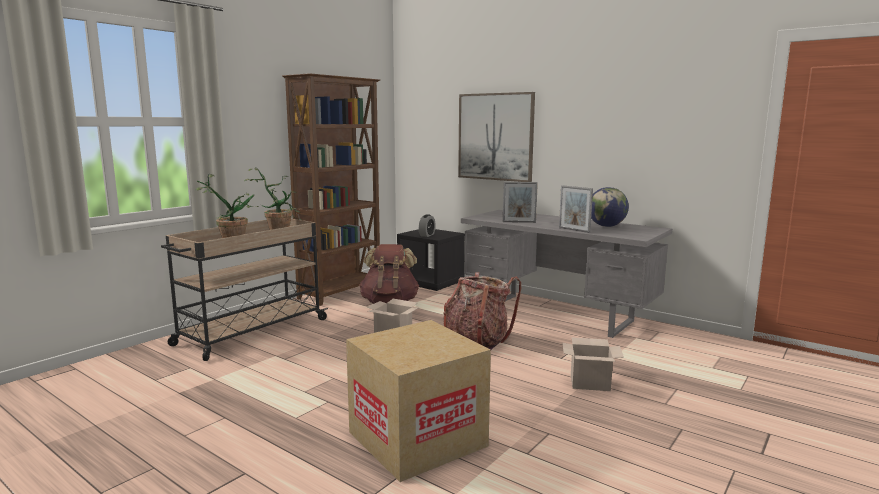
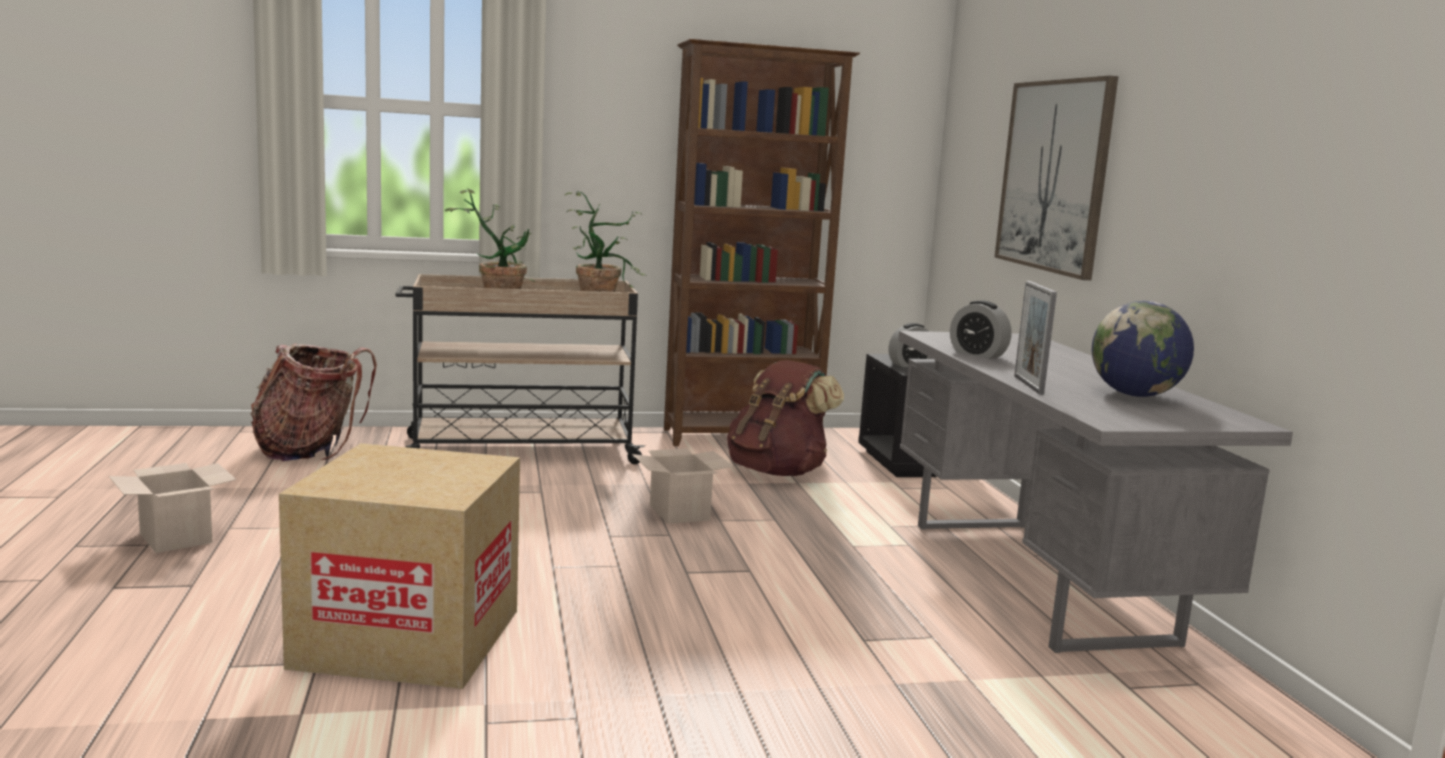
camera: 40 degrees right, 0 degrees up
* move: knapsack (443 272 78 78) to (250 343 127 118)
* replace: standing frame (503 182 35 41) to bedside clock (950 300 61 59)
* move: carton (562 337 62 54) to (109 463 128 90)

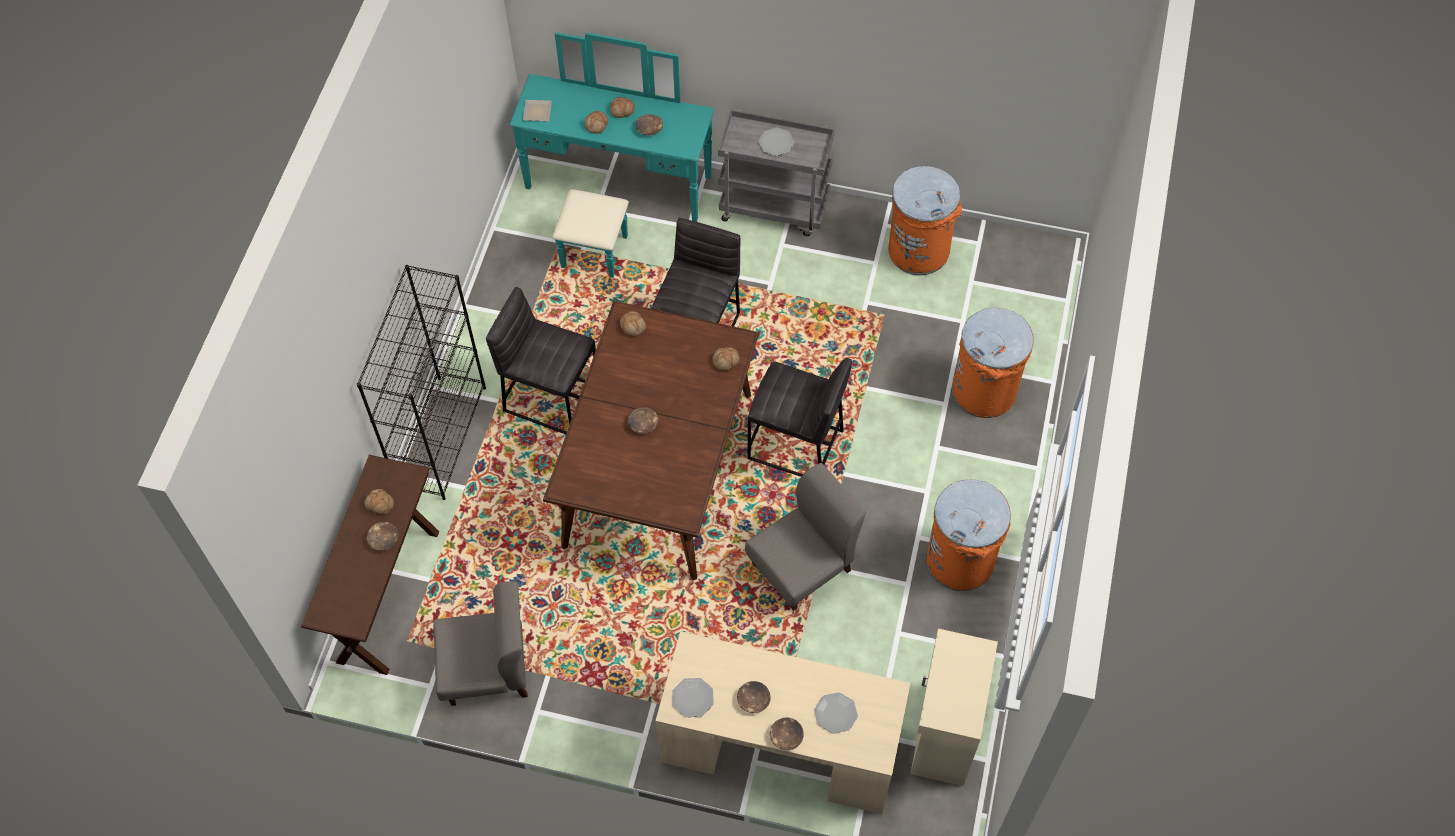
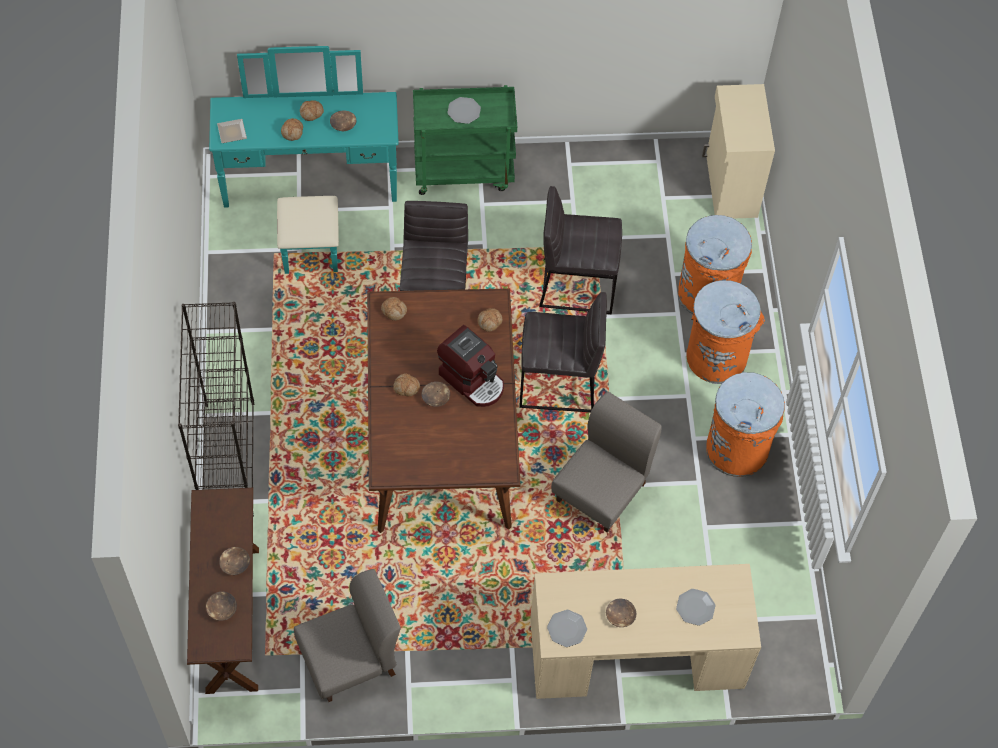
camera: 20 degrees left, 0 degrees up
* move: bakery bread (364 489 30 26) to (393 373 27 23)
* move: stool seat (gray) (486 287 110 147) to (539 186 83 128)
* recolor: wheeled cart (gray) (718 109 117 127) to wheeled cart (greenish) (413 85 104 110)
* move: serving bowl (brownish) (770 718 34 32) to (206 592 31 29)
* move: trash can (orange-coloured) (888 166 74 110) to (686 280 79 104)
* move: cabinet (sand-coloured) (910 629 88 157) to (702 84 73 135)
* insert: coffee machine (437 325 67 82)

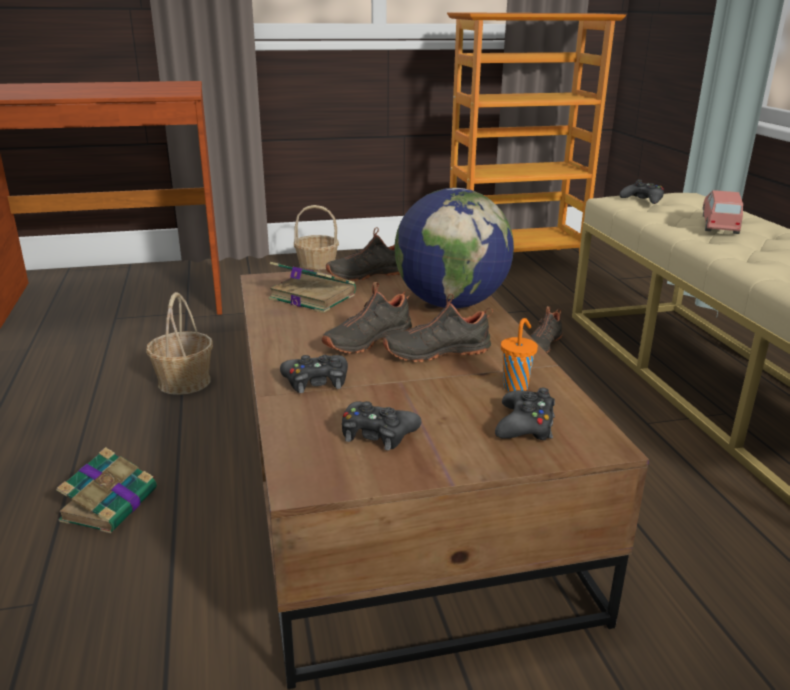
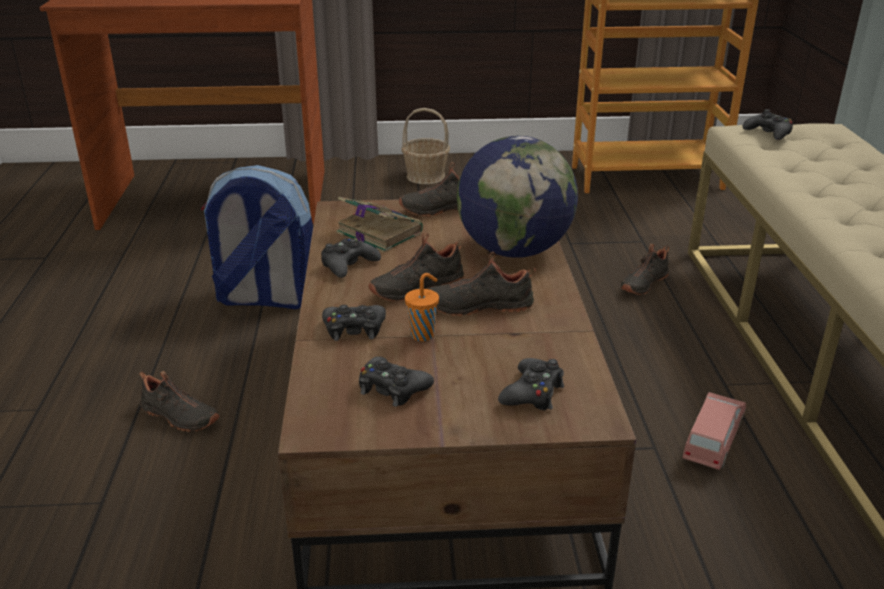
camera: 10 degrees right, 5 degrees up
* replace: volume (56 447 101 86) to low shoe (black-coloured) (139 371 81 61)
* replace: household basket (146 292 67 103) to knapsack (201 165 112 144)
* move: small cup (orange-coloured) (501 318 37 74) to (405 273 34 68)
* move: miniature car (pinkish) (702 190 41 44) to (683 392 63 78)
* insert: game controller (black-coloured) (321 237 60 41)

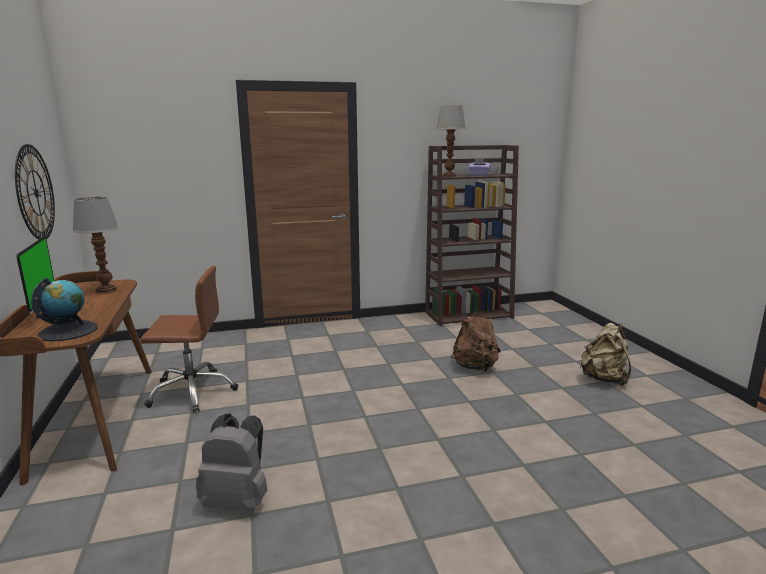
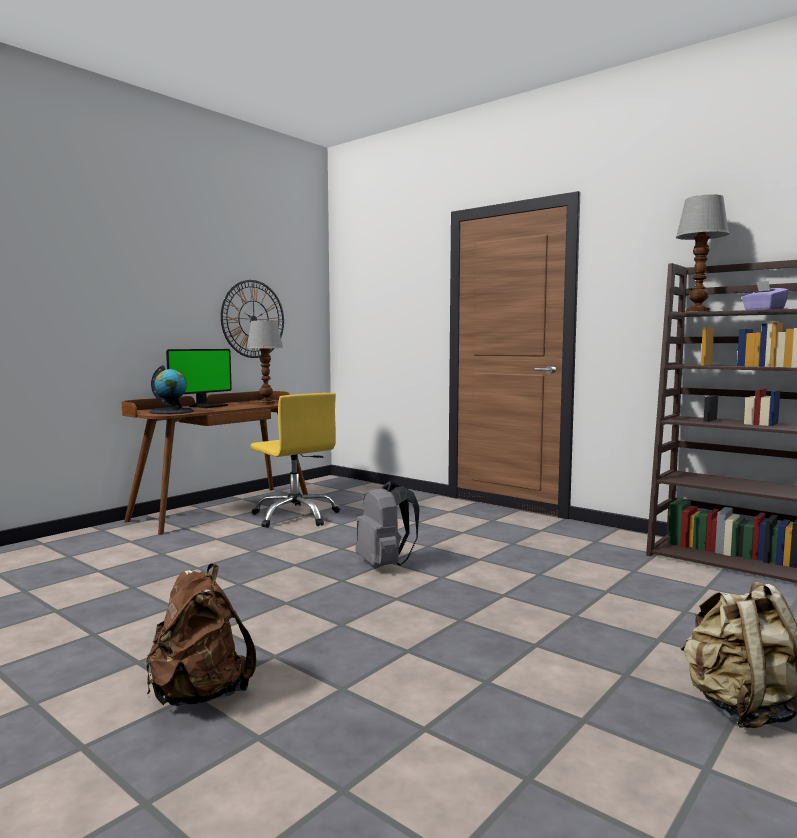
camera: 55 degrees right, 10 degrees down
* recolor: computer chair (brownish) (140 266 99 147) to computer chair (yellow-coloured) (251 393 89 135)
* move: knapsack (gray) (196 413 71 99) to (355 481 65 86)
* move: knapsack (brownish) (451 310 50 62) to (146 564 110 142)

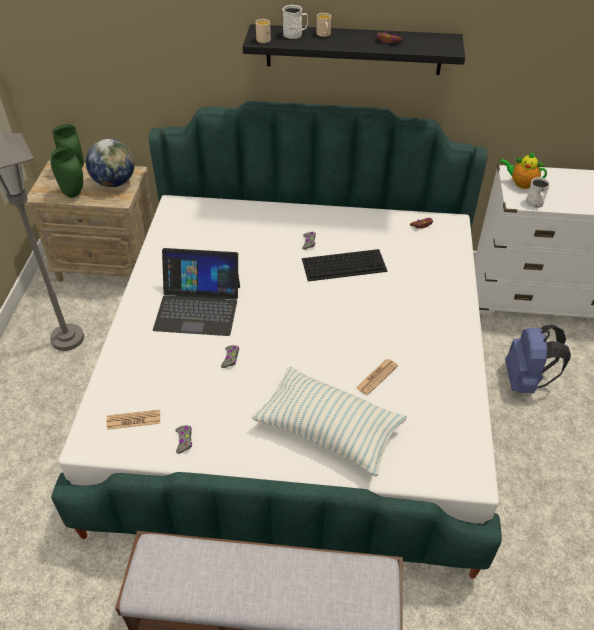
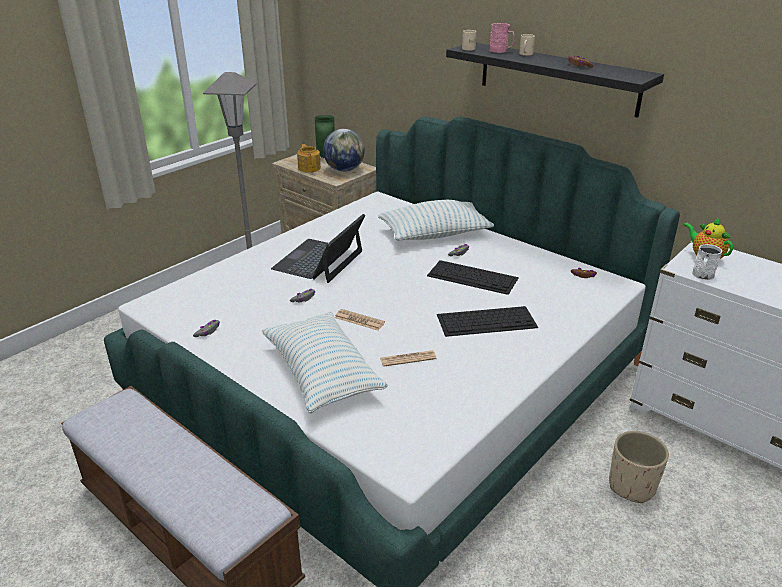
camera: 35 degrees right, 15 degrees down
* replace: decorative vase (greenish) (51 147 32 51) to teapot (297 144 24 28)
* move: printed paper (106 410 54 20) to (335 309 50 21)
* rotate: notebook computer (153 248 87 88) = (271 214 94 69) 75 degrees clockwise
* recolor: coffee mug (whitish) (283 5 25 34) to coffee mug (pinkish) (489 23 26 30)
* replace: knapsack (blue) (505 325 66 68) to plant pot (sand-coloured) (609 431 60 72)
* insert: throw pillow (378 200 116 41)
* insert: computer keyboard (437 306 101 31)

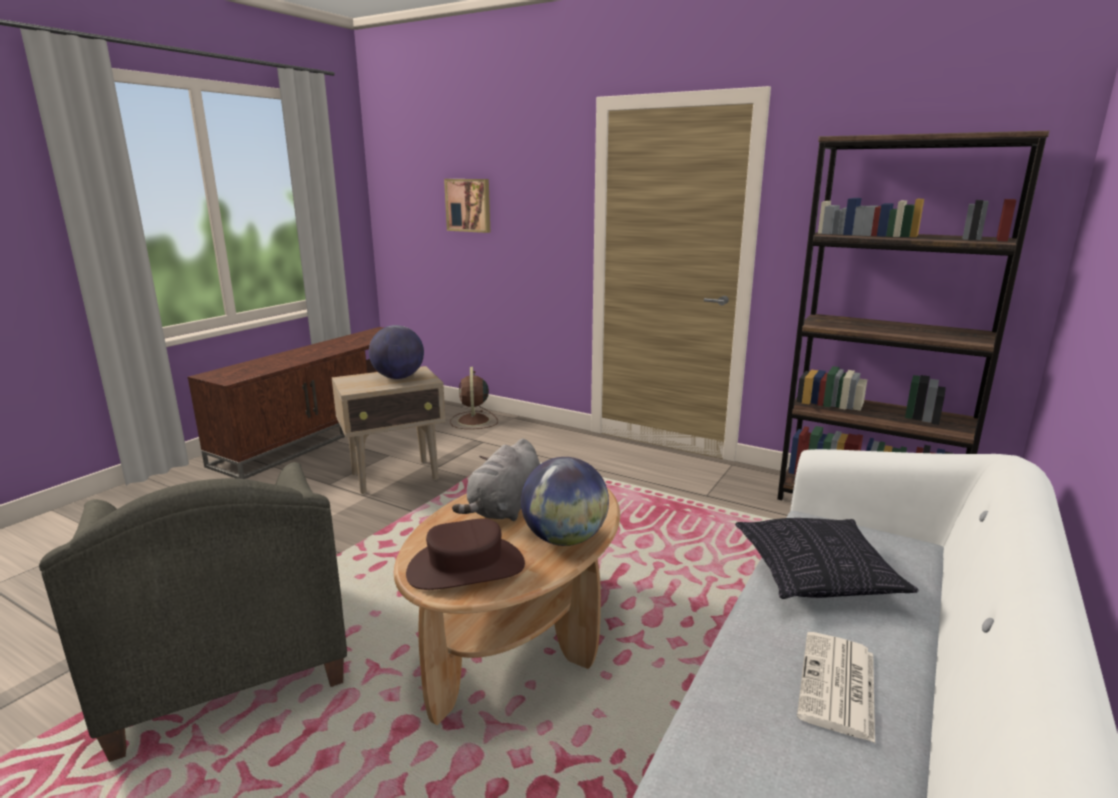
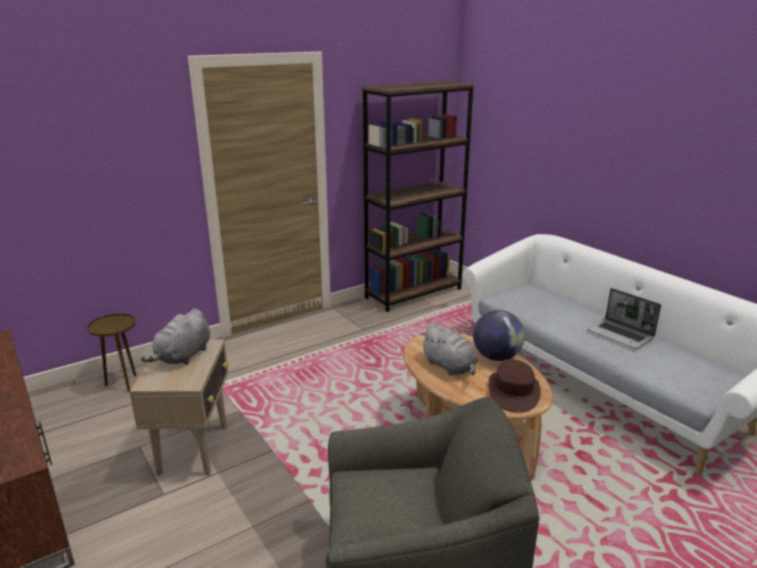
camera: 65 degrees left, 5 degrees up
* replace: desk globe (369 325 55 54) to plush toy (gray) (141 309 69 56)
* delete: wall art (444 179 46 54)
* replace: fan (brownish) (450 367 48 62) to accent table (brownish) (87 313 50 79)
* delete: throw pillow (735 518 184 81)
* replace: printed paper (797 632 78 111) to notebook computer (587 288 74 61)

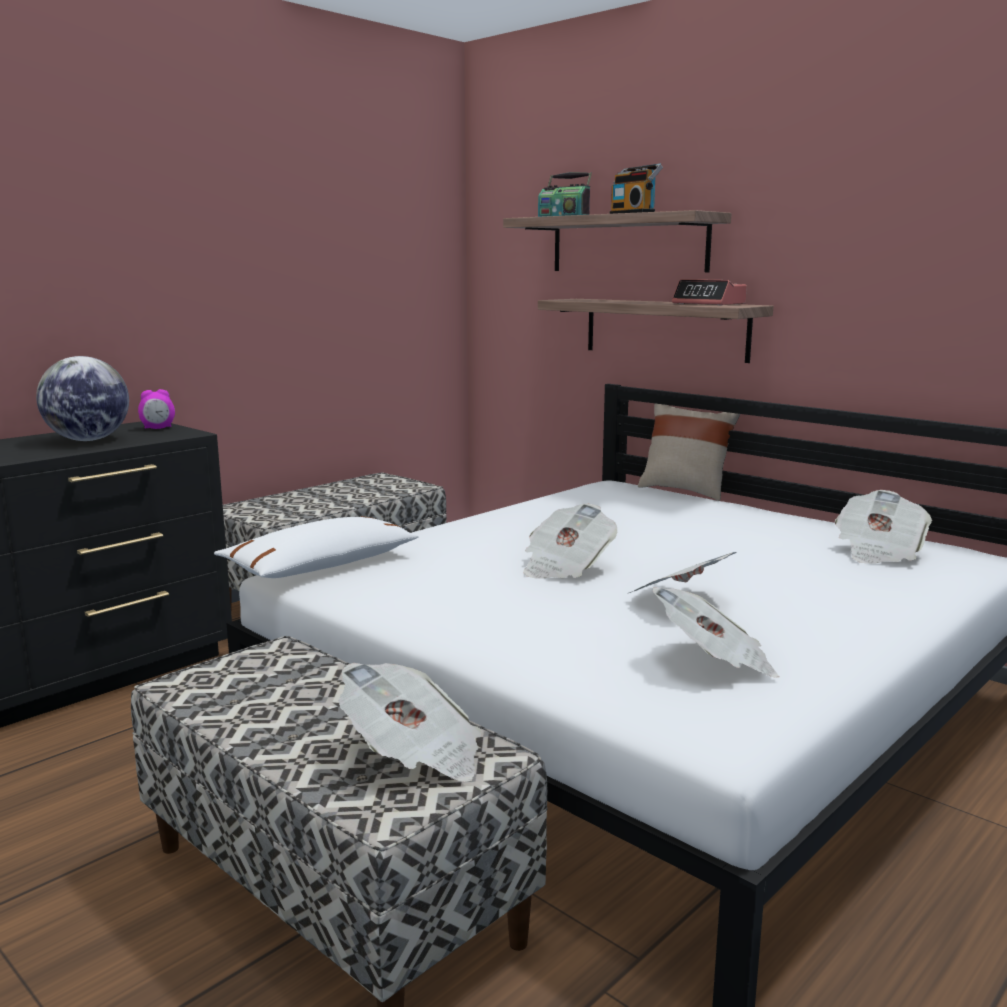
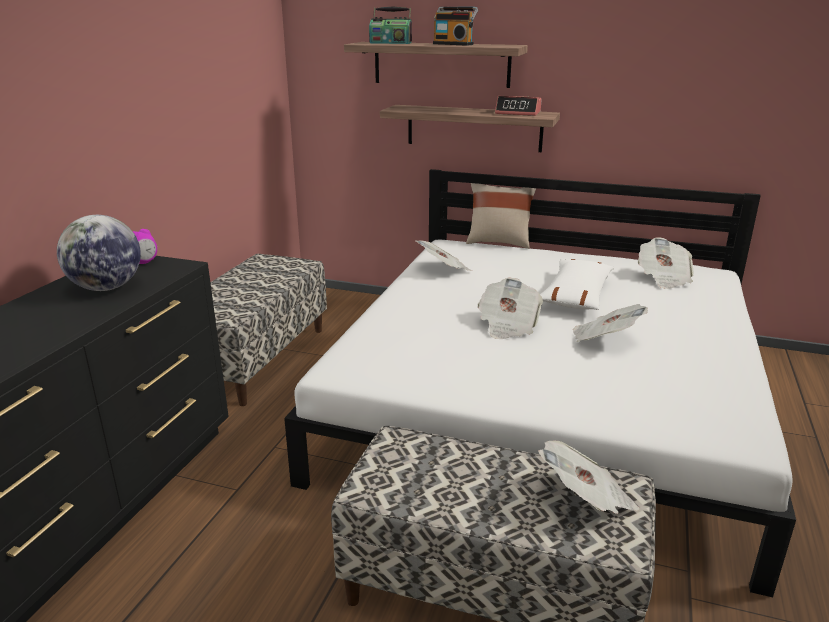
camera: 25 degrees left, 10 degrees up
* move: throw pillow (whitish) (214 516 205 62) to (540 259 75 51)
* move: printed paper (652 587 128 91) to (416 240 56 31)

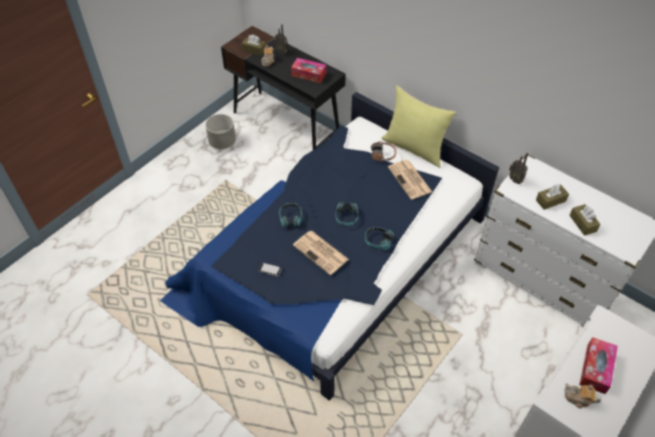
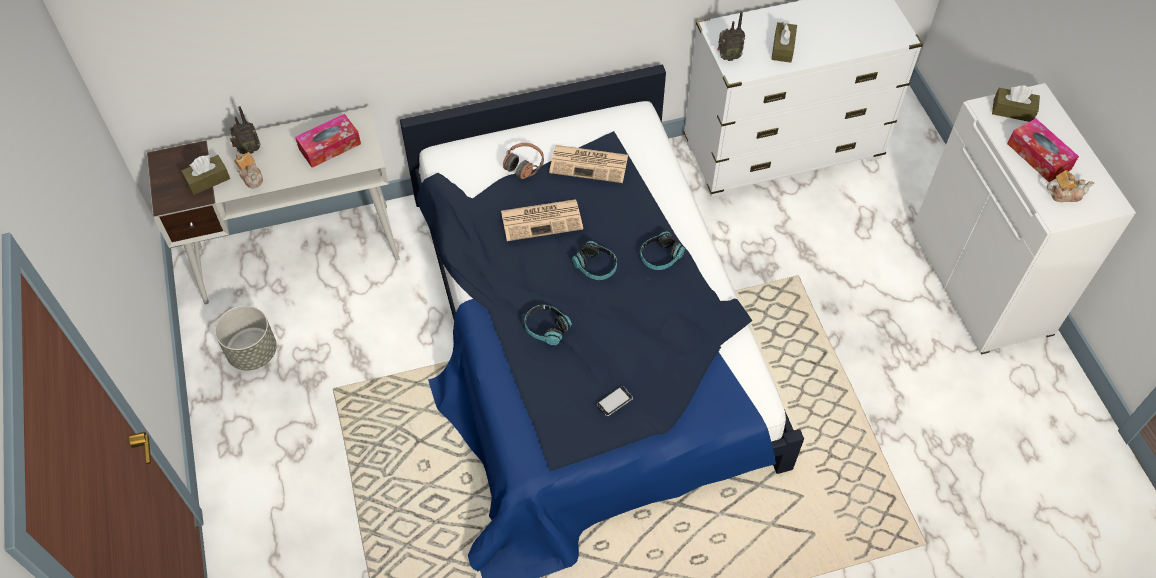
camera: 55 degrees left, 5 degrees up
* recolor: desk unit (black-coloured) (221 26 125 124) to desk unit (whitish) (147 106 253 198)
* move: printed paper (293 231 56 44) to (501 199 82 42)
* delete: throw pillow (yellow-coloured) (382 86 74 82)
* rotate: teapot (565 383 36 25) = (1047 170 47 32) 150 degrees counterclockwise
* move: box of tissues (brownish) (569 204 32 32) to (992 85 48 37)

